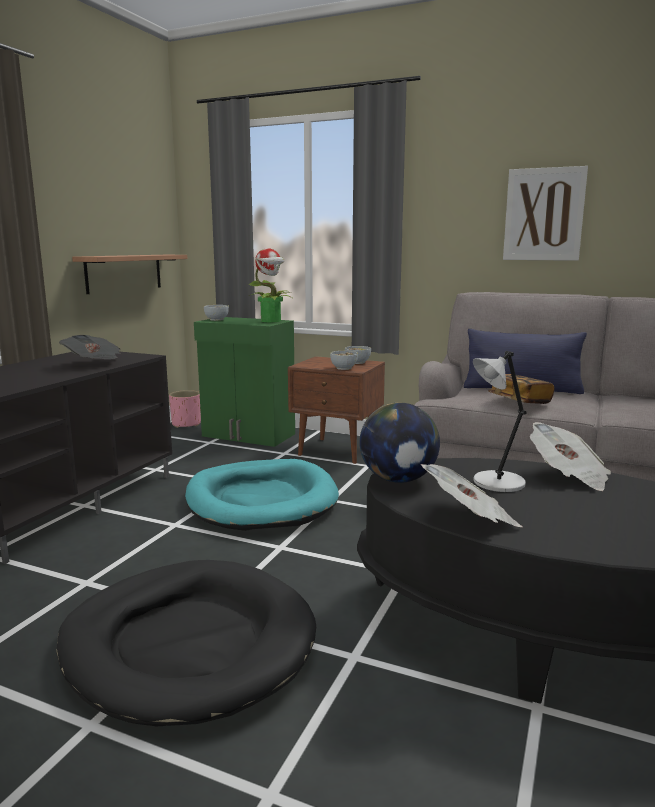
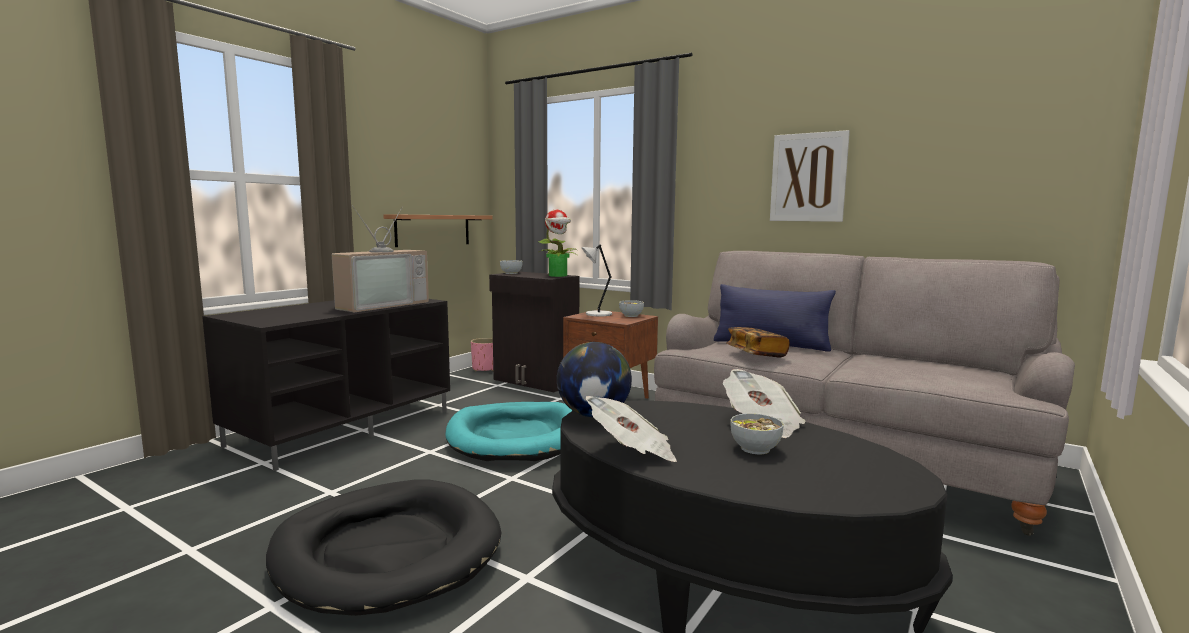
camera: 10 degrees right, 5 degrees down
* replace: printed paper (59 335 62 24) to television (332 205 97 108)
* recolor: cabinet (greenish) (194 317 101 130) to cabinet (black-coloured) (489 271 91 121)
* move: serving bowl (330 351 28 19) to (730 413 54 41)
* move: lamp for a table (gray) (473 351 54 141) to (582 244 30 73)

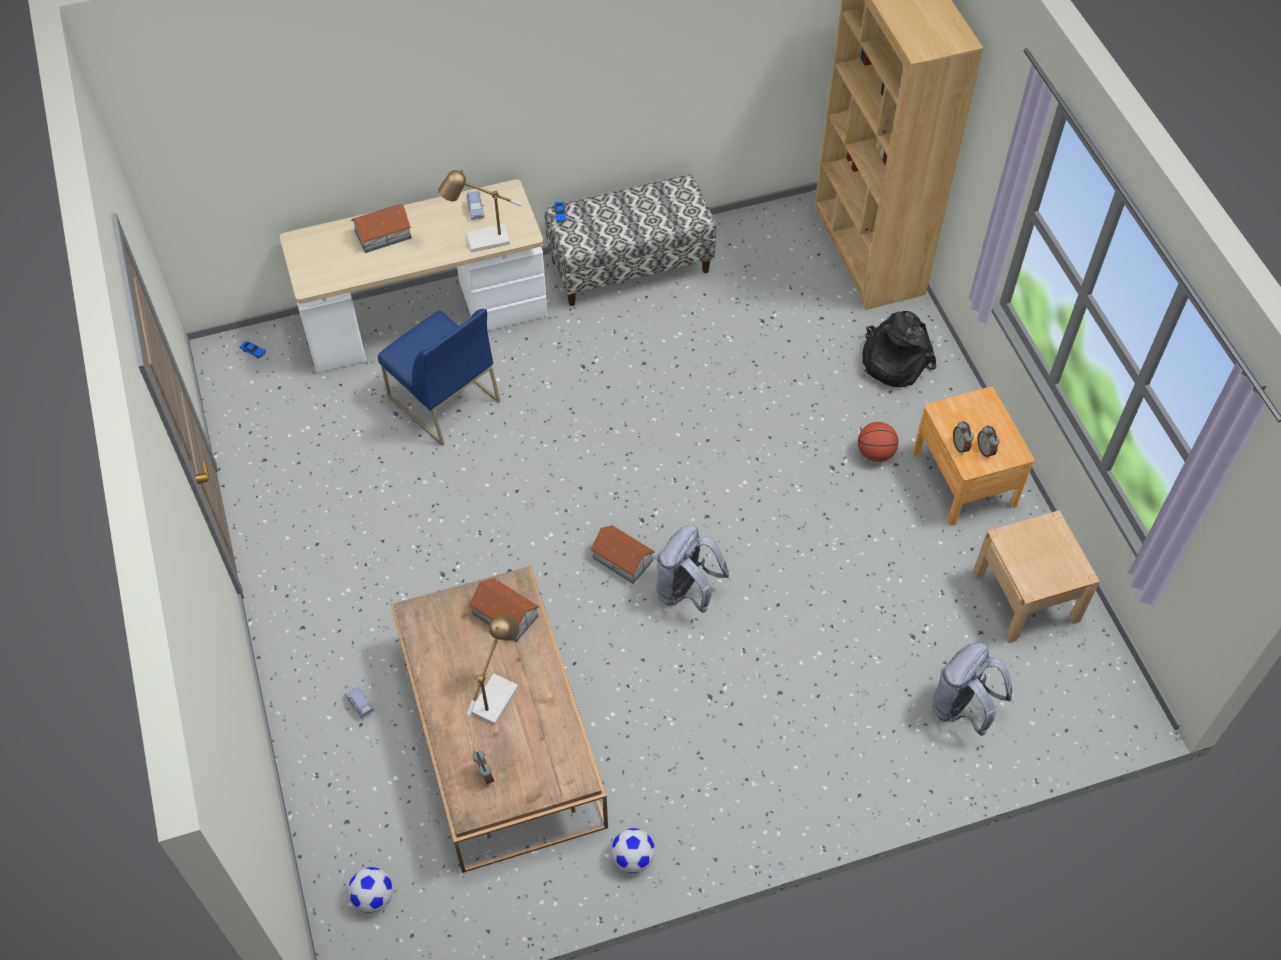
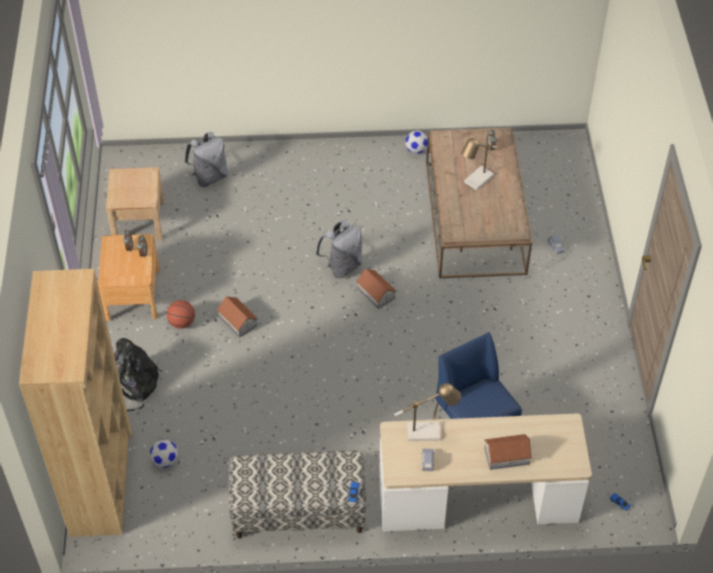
camera: 165 degrees left, 5 degrees down
* move: football (348 867 45 46) to (150 439 28 29)
* move: toy house (469 578 71 64) to (217 296 41 41)

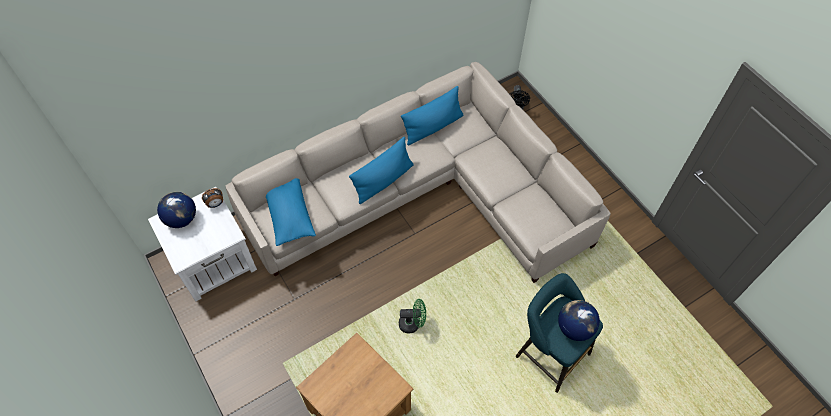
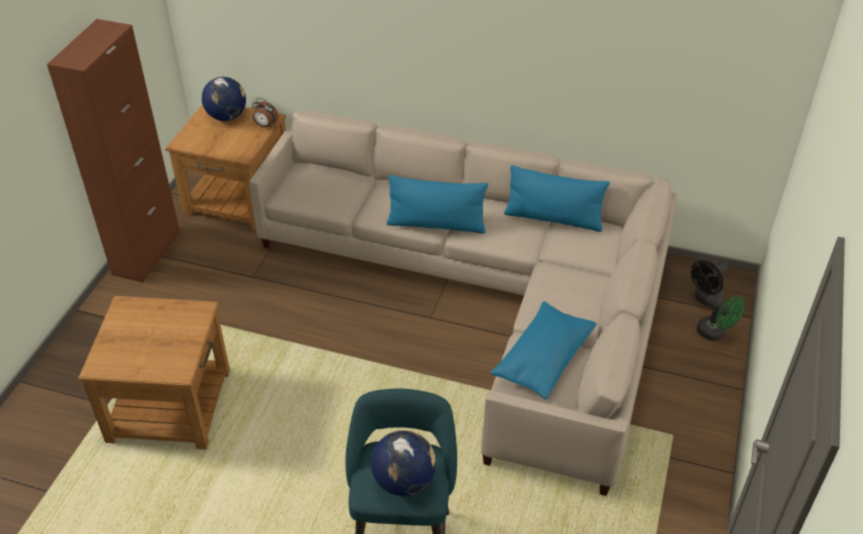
camera: 50 degrees right, 15 degrees down
* recolor: accent table (whitish) (148 187 109 114) to accent table (brownish) (165 104 121 126)
* move: throw pillow (blue) (266 178 50 68) to (491 301 106 99)
* move: fan (greenish) (399 299 27 34) to (697 295 48 46)
* insert: cabinet (brownish) (47 19 133 264)

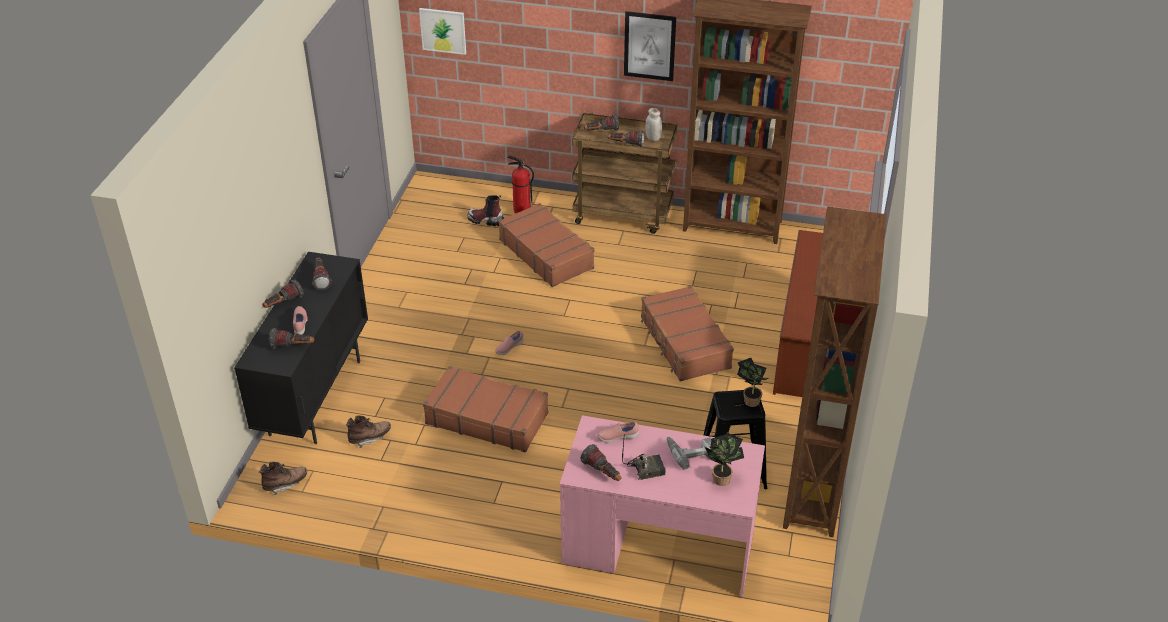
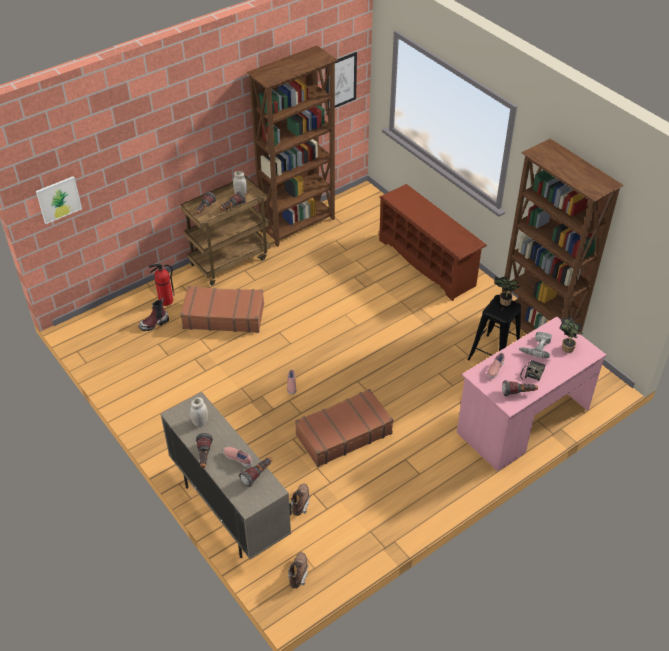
camera: 50 degrees left, 5 degrees up
* recolor: cabinet (black-coloured) (234 252 134 192) to cabinet (sand-coloured) (161 392 131 168)
* replace: hand torch (312 258 20 32) to storage jar (whitish) (190 397 18 30)
* move: wall art (624 11 52 70) to (325 52 32 60)
* delete: travel case (brownish) (641 286 93 96)

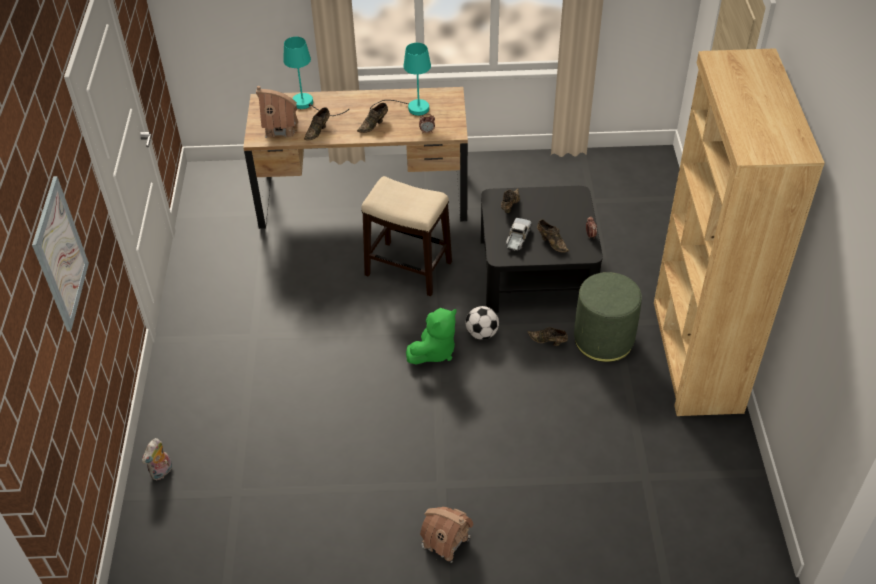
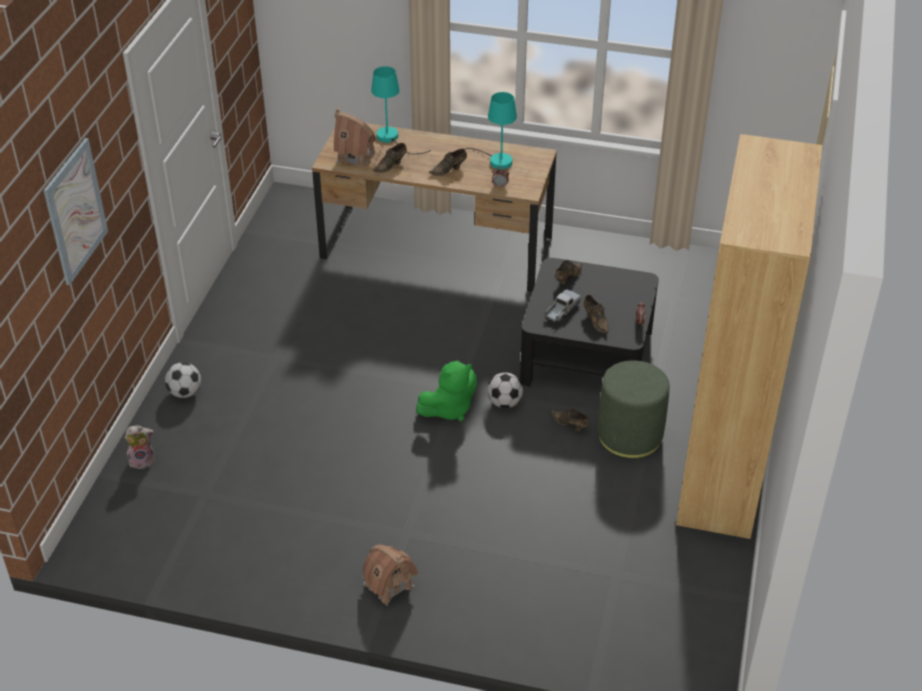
camera: 15 degrees right, 5 degrees down
* rotate: plush toy (142 438 30 43) = (125 425 29 44) 150 degrees counterclockwise
* delete: stool seat (361 176 91 120)
* insert: football (165 362 36 36)

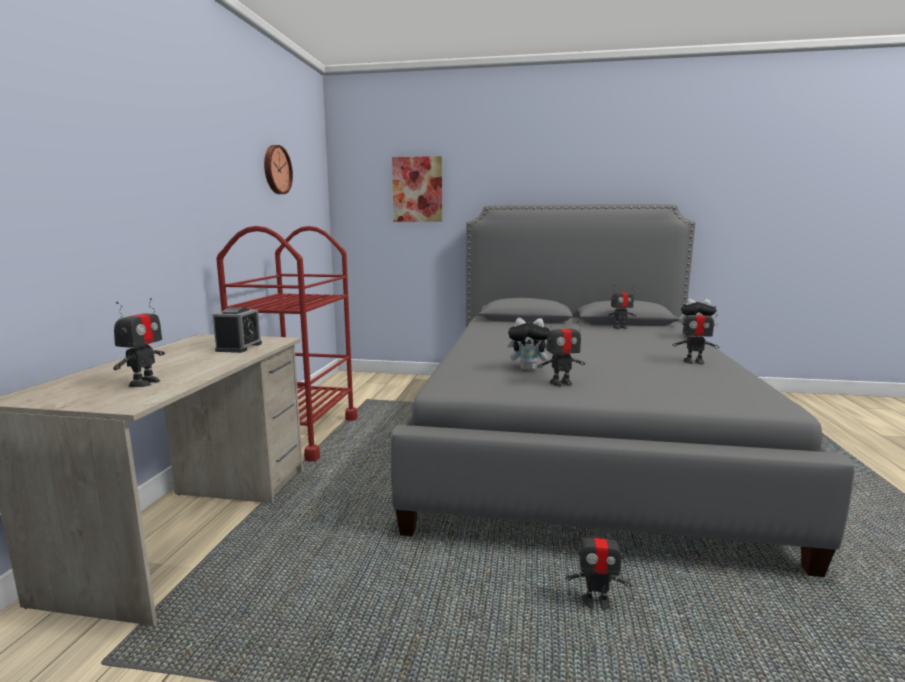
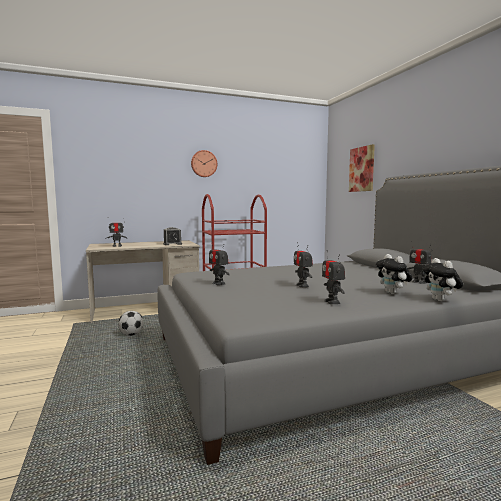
camera: 60 degrees right, 5 degrees down
* move: clock on the wall (264 145 29 49) to (191 150 26 27)
* move: plush toy (507 318 47 53) to (376 254 36 40)
* move: model robot (565 524 66 86) to (294 242 19 45)
* insert: football (118 311 26 25)

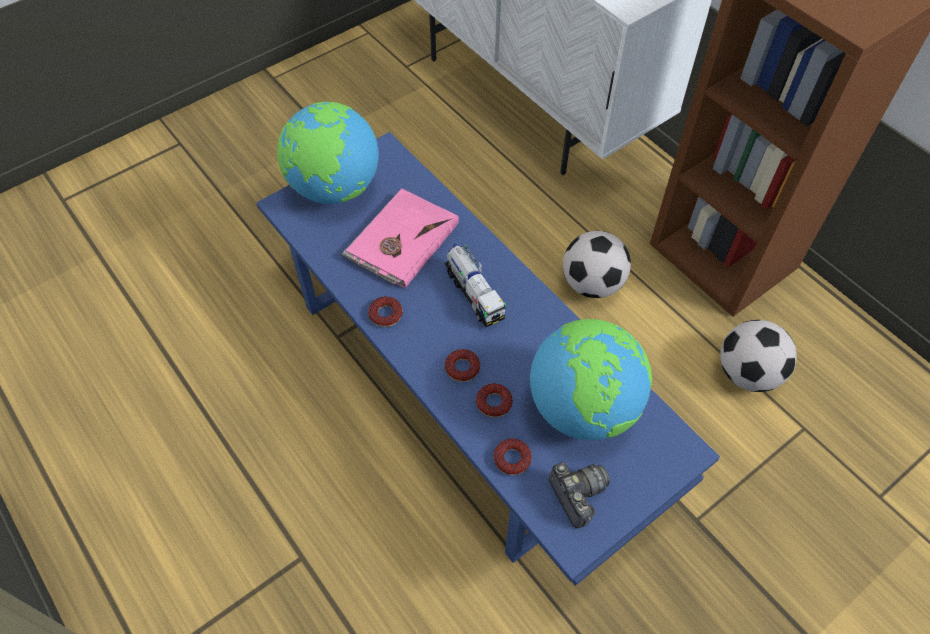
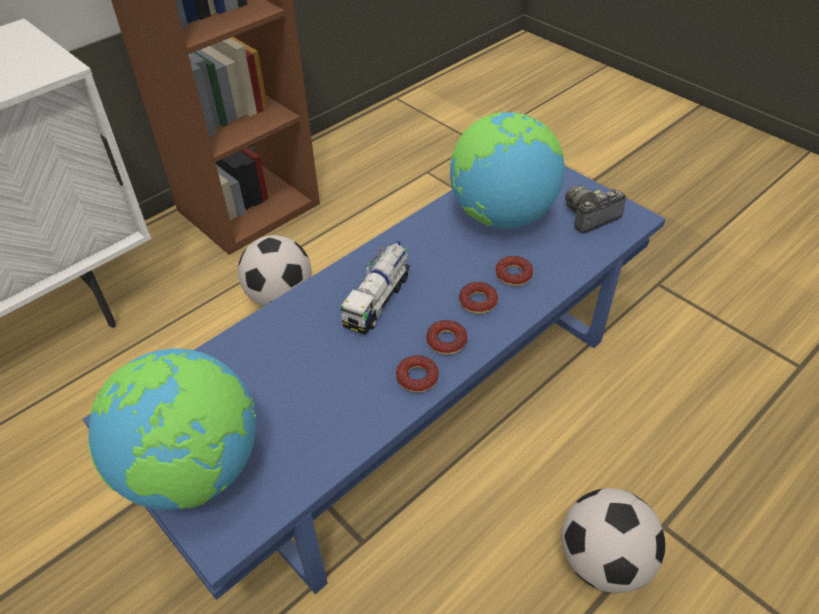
camera: 95 degrees left, 10 degrees down
* delete: volume (pinkish) (341 189 118 99)
* rotate: toy lorry (445 244 61 83) = (341 241 69 94) 150 degrees clockwise
* move: doughnut (494 439 38 36) to (426 320 42 35)
* move: football (721 320 76 72) to (562 488 103 105)

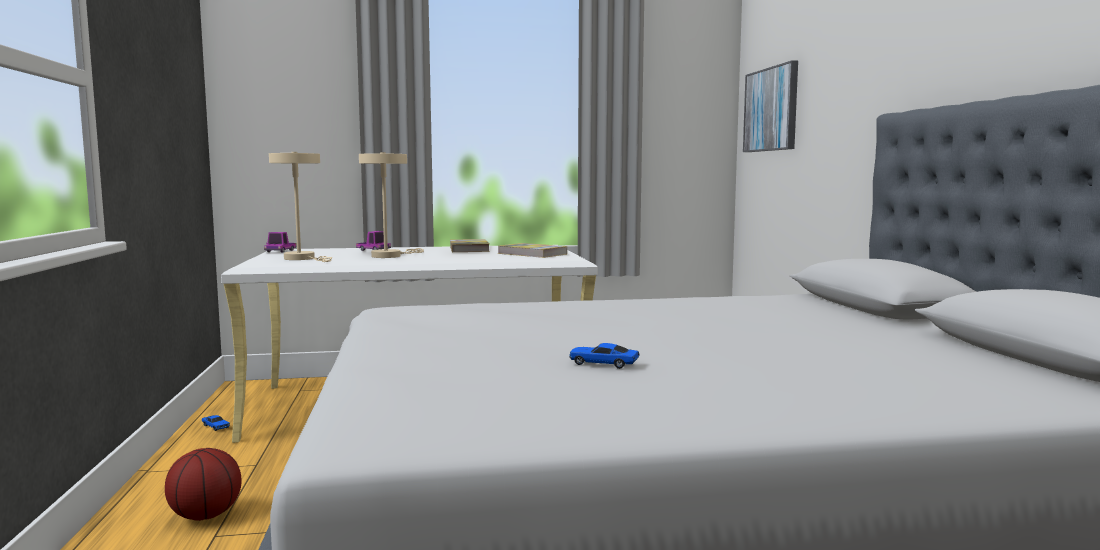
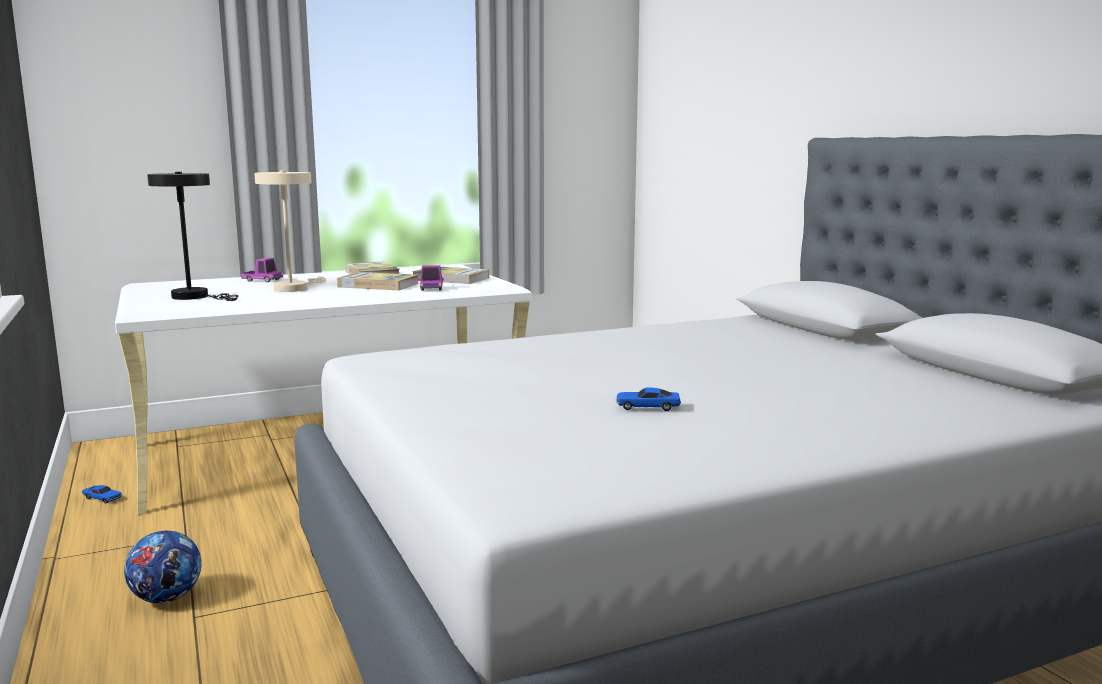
camera: 15 degrees left, 5 degrees up
* replace: ball for basketball (165 448 77 73) to football (124 531 78 72)
* move: toy lorry (264 232 32 21) to (418 265 26 26)
* recolor: lamp for a table (sand-coloured) (269 152 63 110) to lamp for a table (black-coloured) (147 172 91 129)
* delete: wall art (743 60 55 92)
* insert: volume (337 272 81 18)

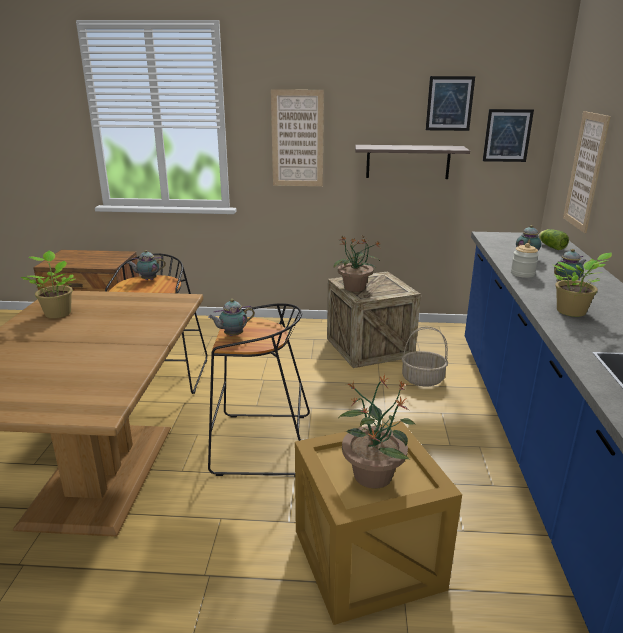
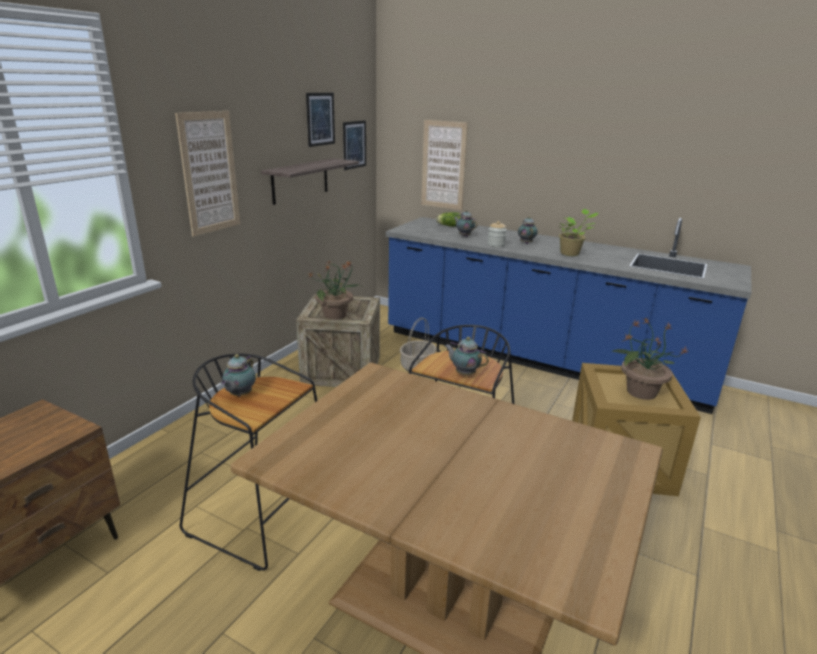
camera: 65 degrees left, 0 degrees up
* delete: houseplant (21 251 54 67)
* rotate: teapot (208 299 47 37) = (445 337 44 39) 120 degrees clockwise

